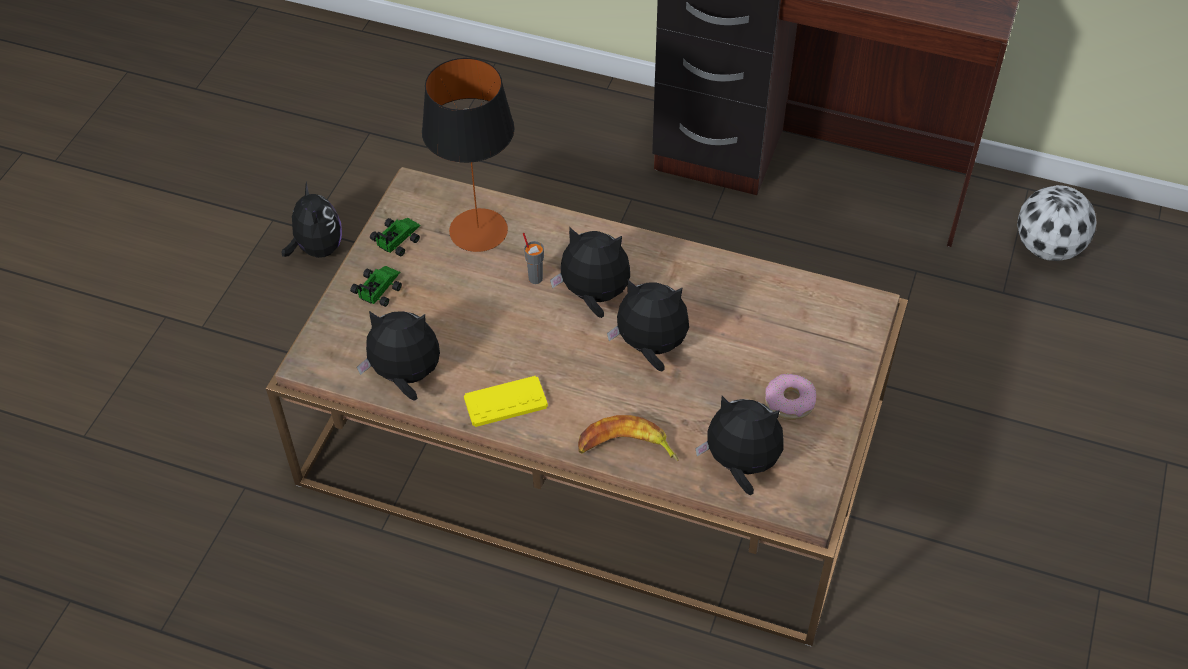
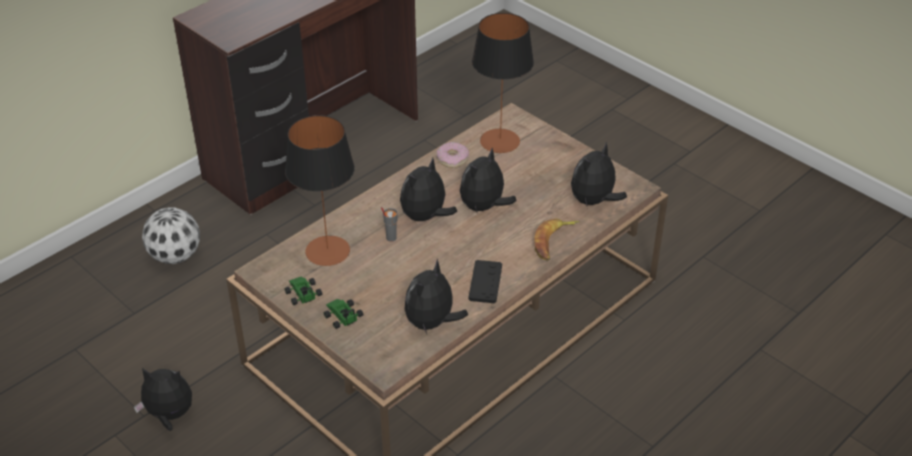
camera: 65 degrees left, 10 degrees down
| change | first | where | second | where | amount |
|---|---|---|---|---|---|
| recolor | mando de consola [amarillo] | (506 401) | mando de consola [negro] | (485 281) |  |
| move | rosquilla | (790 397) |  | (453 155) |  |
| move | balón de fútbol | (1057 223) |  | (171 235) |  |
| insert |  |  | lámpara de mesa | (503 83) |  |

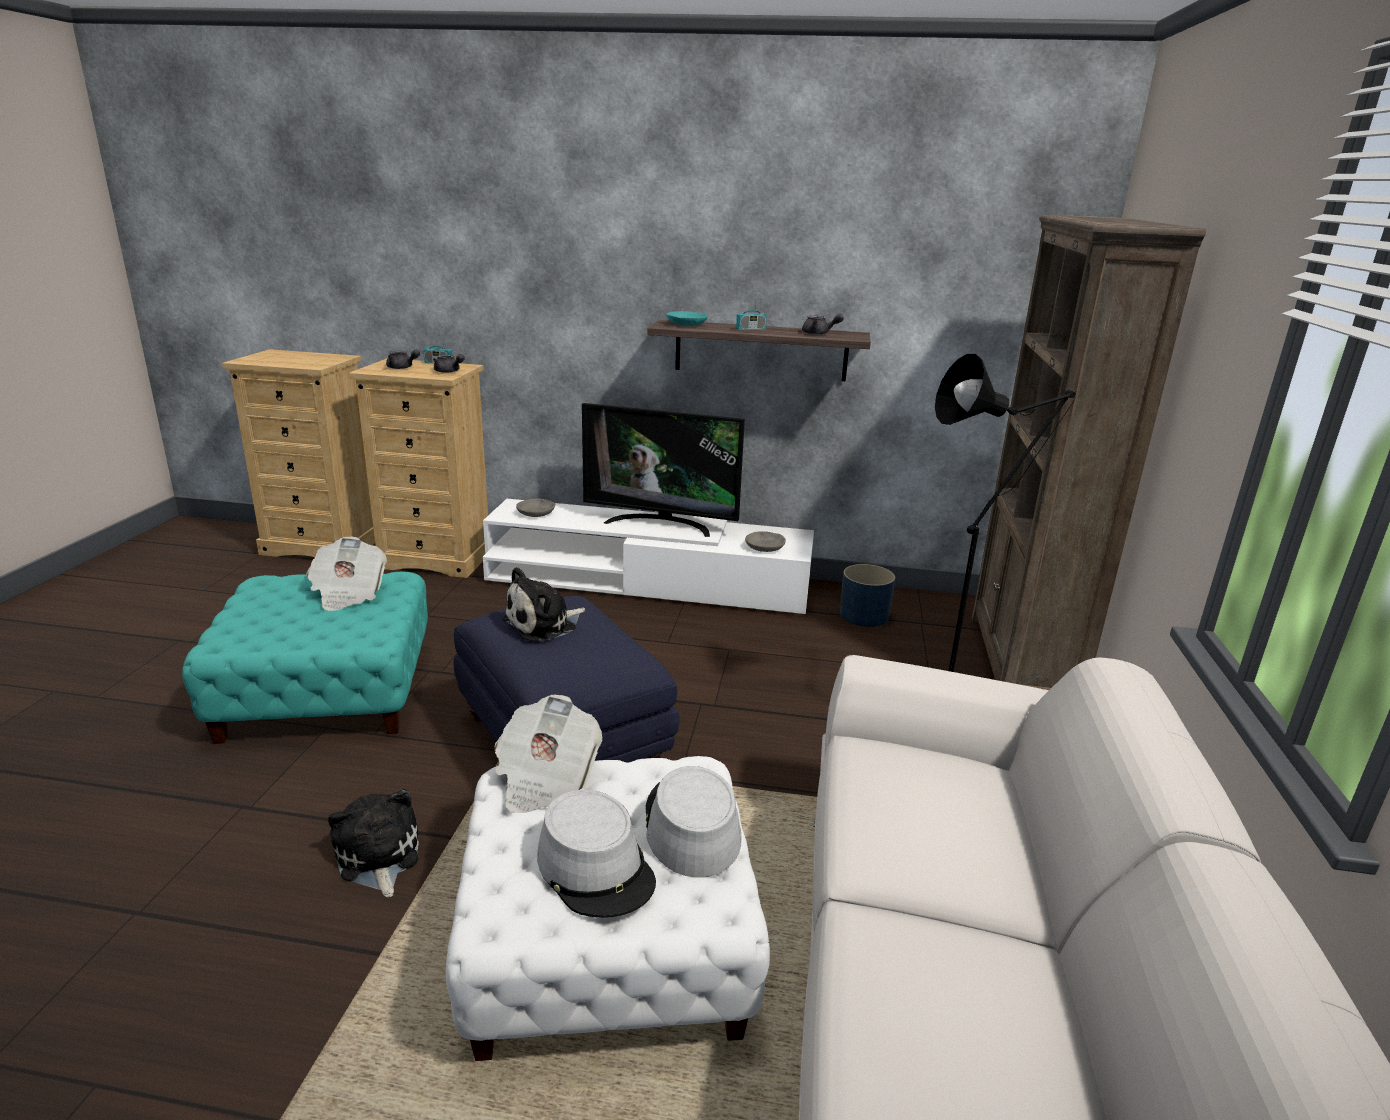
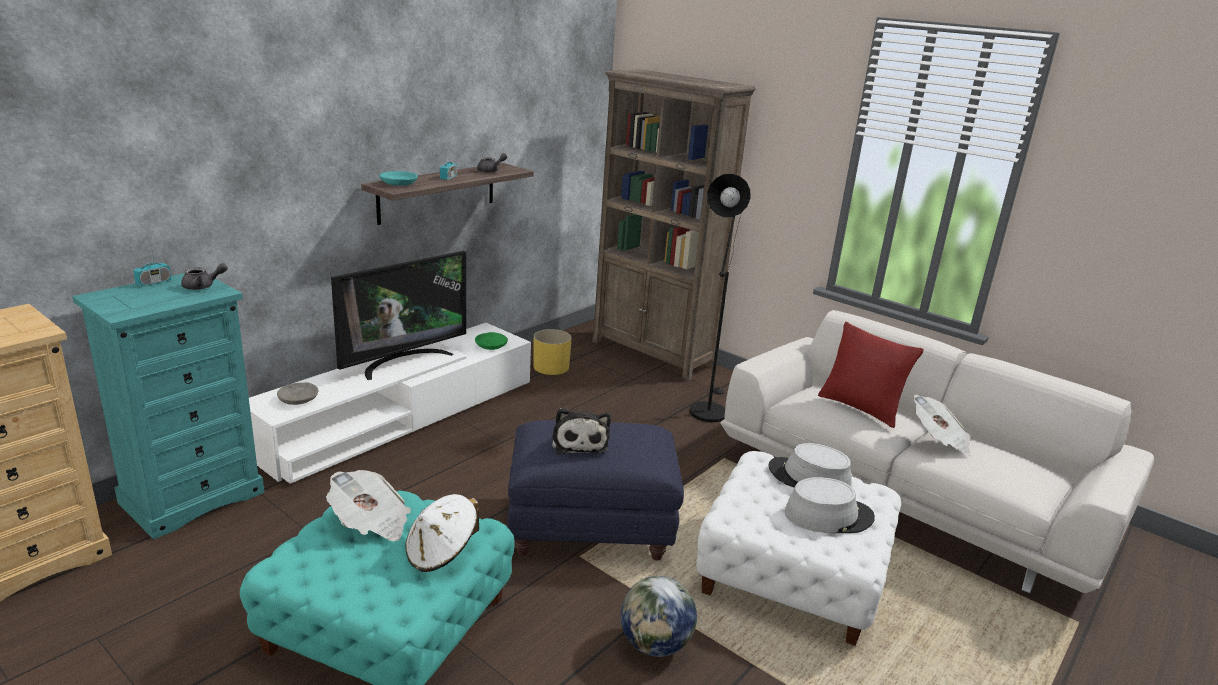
camera: 60 degrees left, 0 degrees up
| change | first | where | second | where | amount |
|---|---|---|---|---|---|
| replace | peluche | (373 843) | globo terráqueo | (659 616) |  |
| recolor | cómoda [beis] | (418 468) | cómoda [turquesa] | (168 406) |  |
| delete | tetera [gris] | (403 359) |  |  |  |
| move | periódico | (548 754) |  | (941 425) |  |
| recolor | cuenco [gris] | (765 542) | cuenco [verde] | (491 341) |  |
| recolor | maceta [azul] | (867 595) | maceta [amarillo] | (552 352) |  |
| insert |  |  | sombrero [blanco] | (442 533) |  |
| insert |  |  | cojín [rojo] | (871 375) |  |

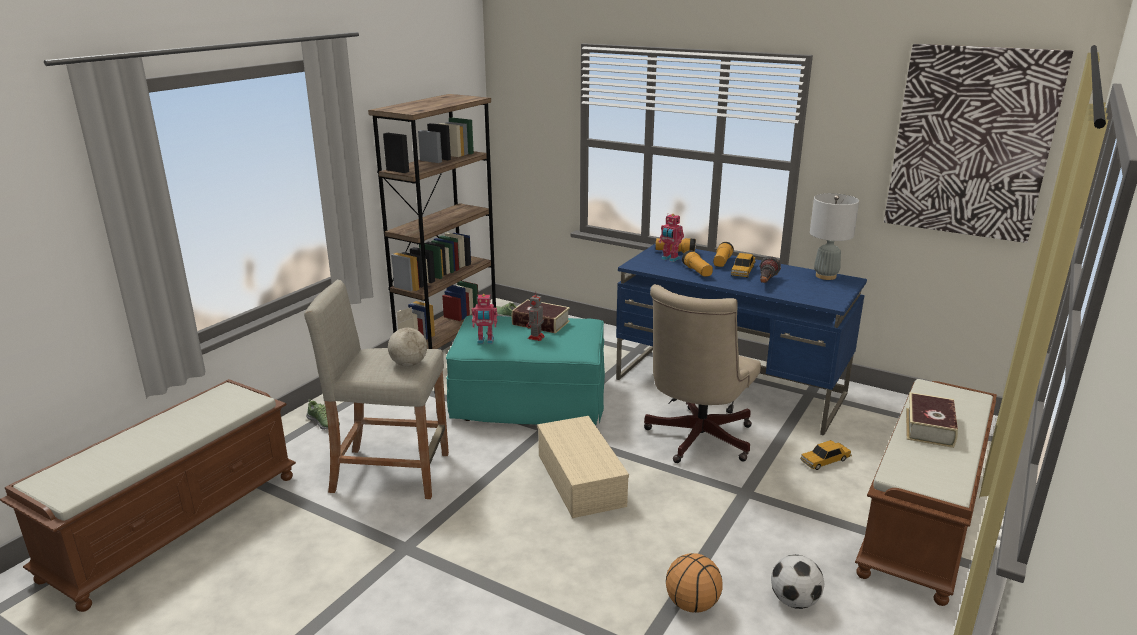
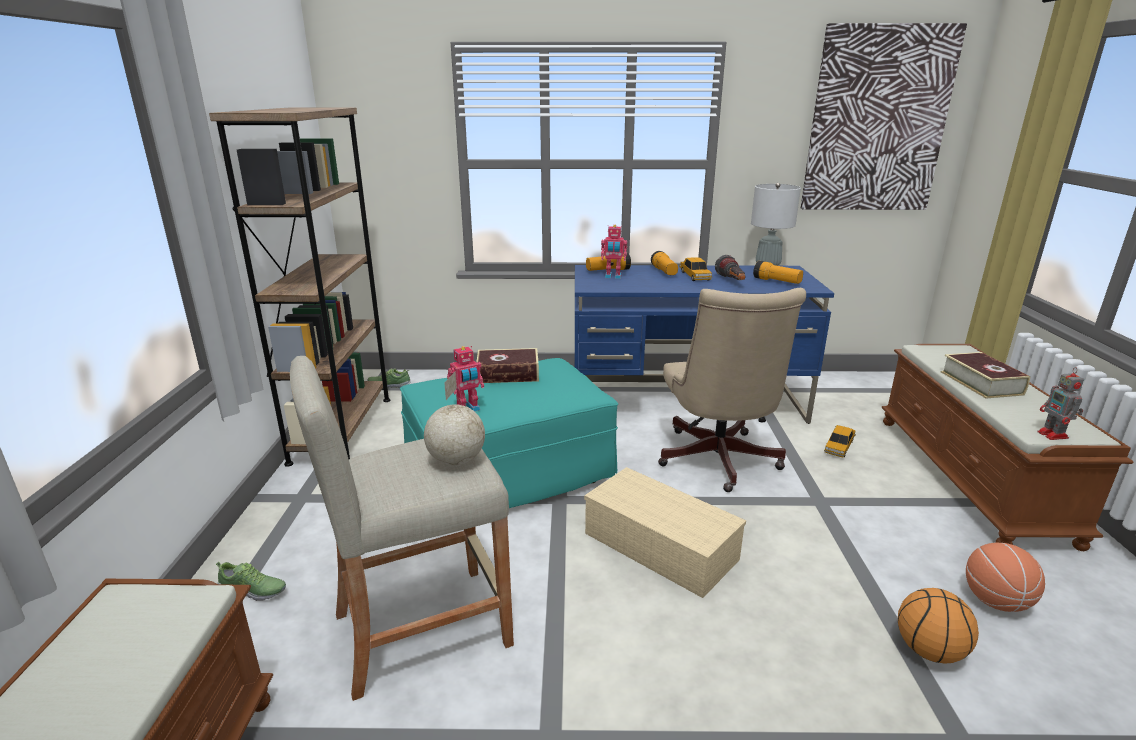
camera: 30 degrees left, 0 degrees up
| change | first | where | second | where | amount |
|---|---|---|---|---|---|
| move | robot de juguete | (535 316) |  | (1060 403) |  |
| move | linterna | (697 263) |  | (778 272) |  |
| replace | balón de fútbol | (797 582) | balón de baloncesto | (1005 577) |  |

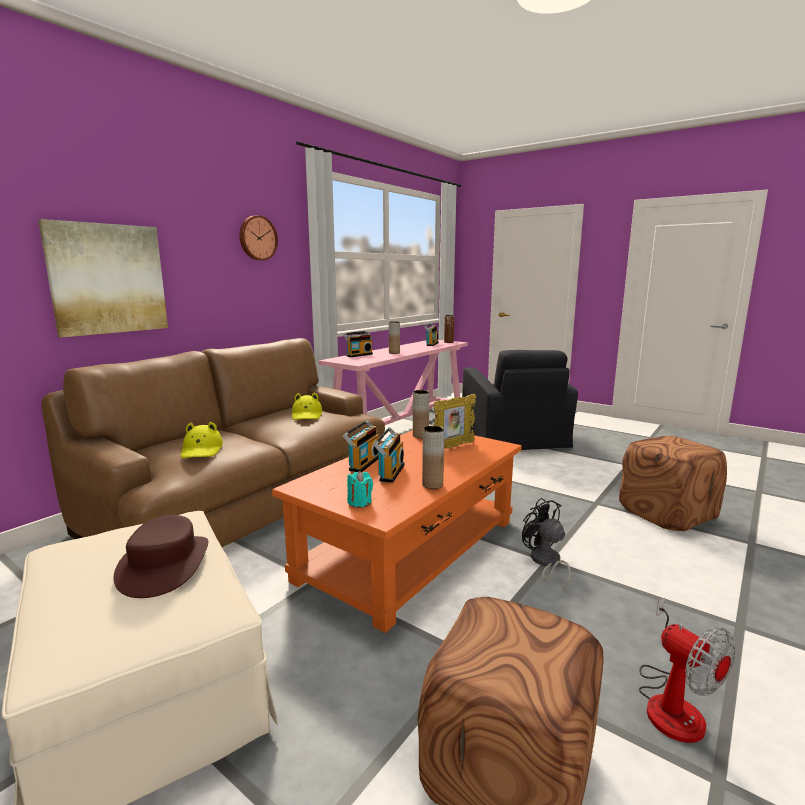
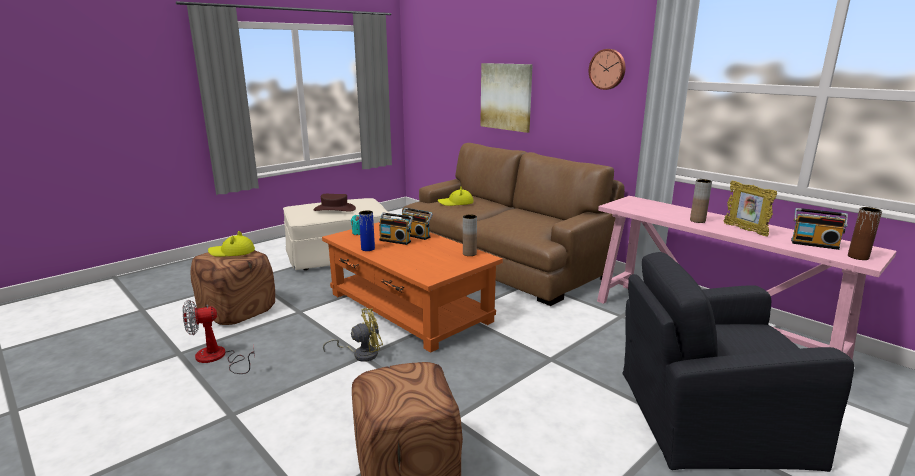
camera: 100 degrees right, 5 degrees up
| change | first | where | second | where | amount |
|---|---|---|---|---|---|
| move | sombrero [amarillo] | (307 406) |  | (231 244) |  |
| delete | radio | (358 344) |  |  |  |
| recolor | florero [marrón] | (433 457) | florero [azul] | (367 230) |  |
| move | portarretratos | (454 421) |  | (750 209) |  |
| recolor | ventilador [negro] | (546 544) | ventilador [amarillo] | (353 335) |  |

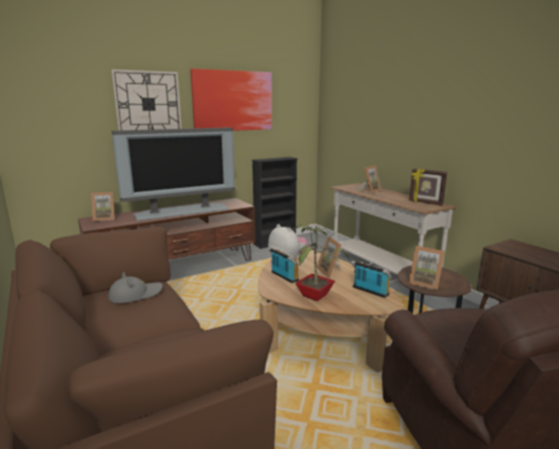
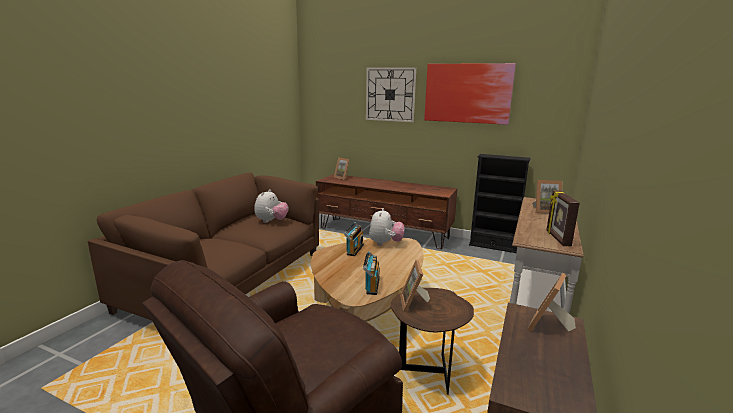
camera: 55 degrees right, 0 degrees up
| change | first | where | second | where | amount |
|---|---|---|---|---|---|
| replace | sombrero [gris] | (135 287) | peluche | (272 206) |  |
| delete | televisor | (173 174) |  |  |  |
| delete | planta en maceta | (321 262) |  |  |  |
| move | portarretratos | (329 257) |  | (551 302) |  |

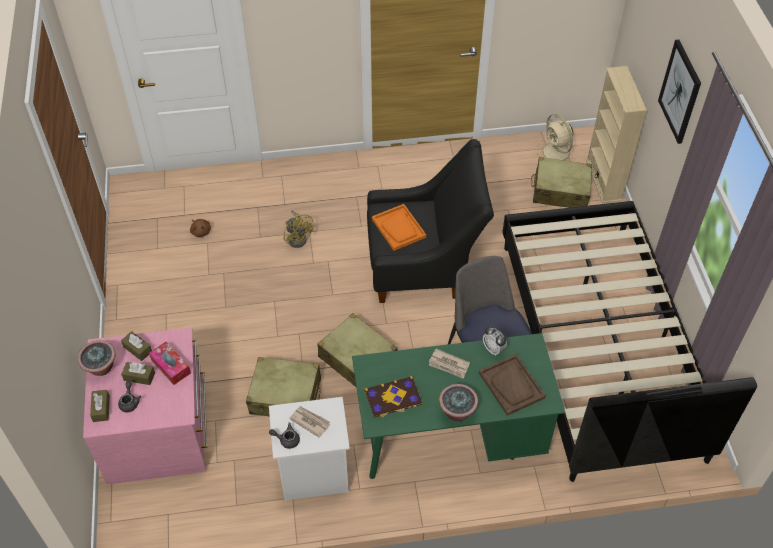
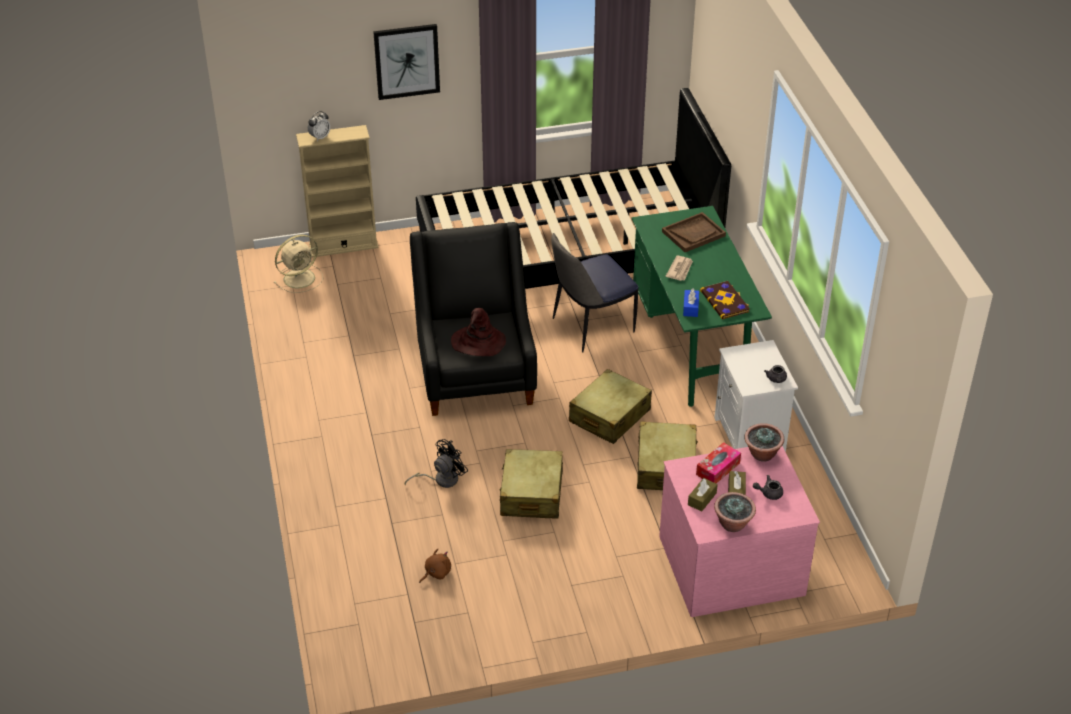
camera: 95 degrees left, 10 degrees down
| change | first | where | second | where | amount |
|---|---|---|---|---|---|
| delete | caja de pañuelos [marrón] | (100 406) |  |  |  |
| recolor | ventilador [amarillo] | (298 229) | ventilador [negro] | (436 463) |  |
| delete | periódico | (310 422) |  |  |  |
| replace | bandeja [naranja] | (399 227) | sombrero [marrón] | (478 332) |  |
| move | planta en maceta | (458 403) |  | (764 442) |  |
| move | despertador | (495 341) |  | (319 126) |  |
| move | maleta [beis] | (561 182) |  | (531 483) |  |
| insert |  |  | caja de pañuelos [azul] | (691 302) |  |

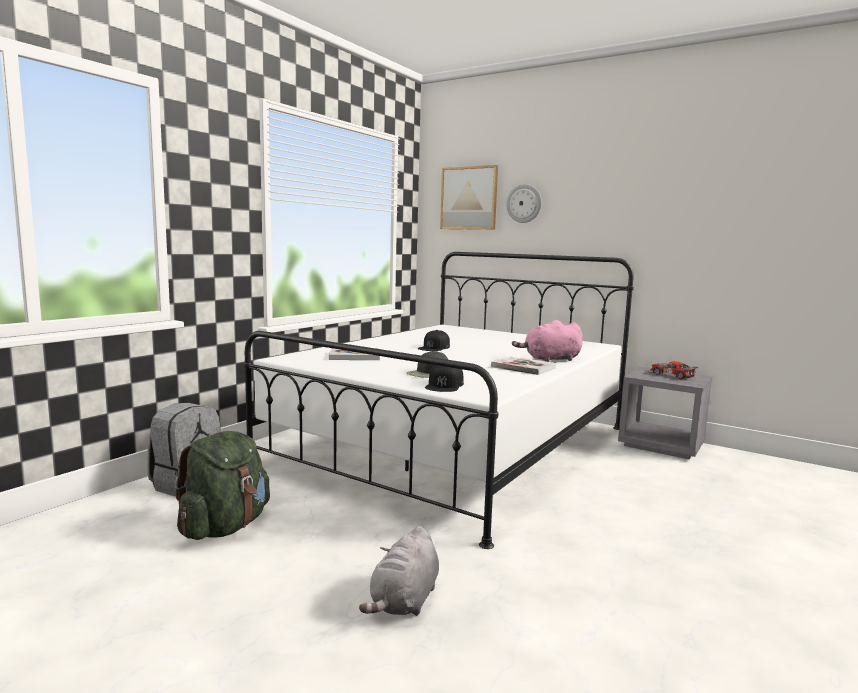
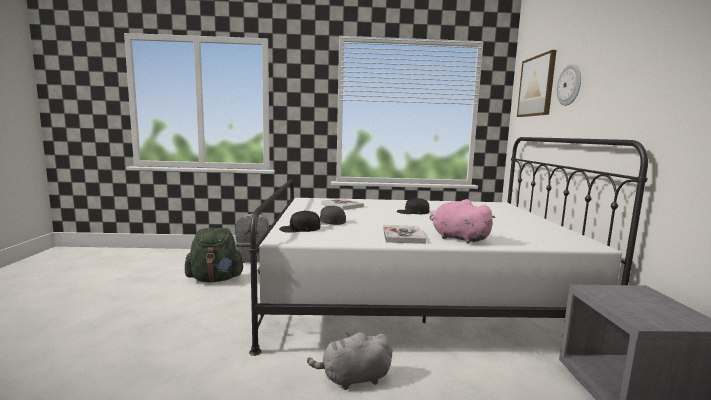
camera: 55 degrees right, 0 degrees up
| change | first | where | second | where | amount |
|---|---|---|---|---|---|
| move | peluche [gris] | (399 571) |  | (349 361) |  |
| delete | coche de juguete | (673 370) |  |  |  |

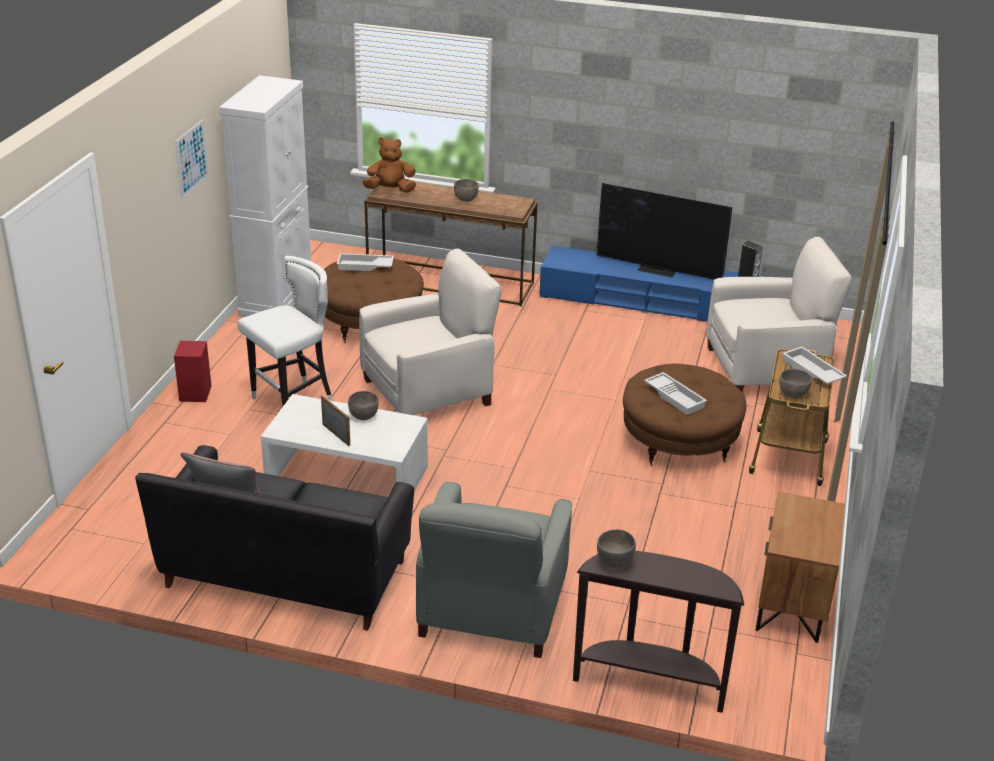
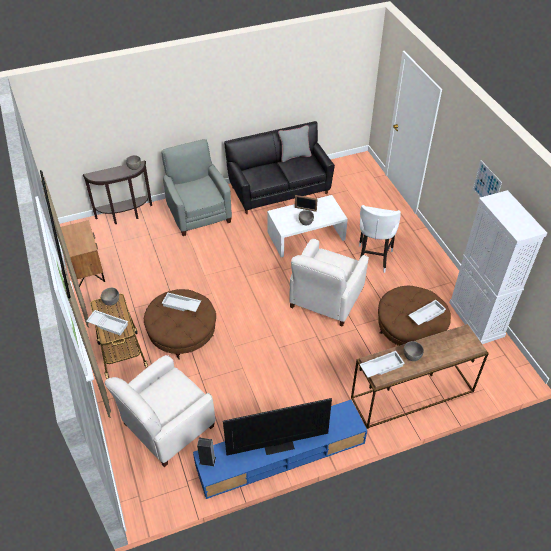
camera: 145 degrees right, 15 degrees up
| change | first | where | second | where | amount |
|---|---|---|---|---|---|
| delete | altavoz [rojo] | (192 371) |  |  |  |
| delete | peluche [marrón] | (389 165) |  |  |  |
| insert |  |  | bandeja [blanco] | (382 364) |  |

